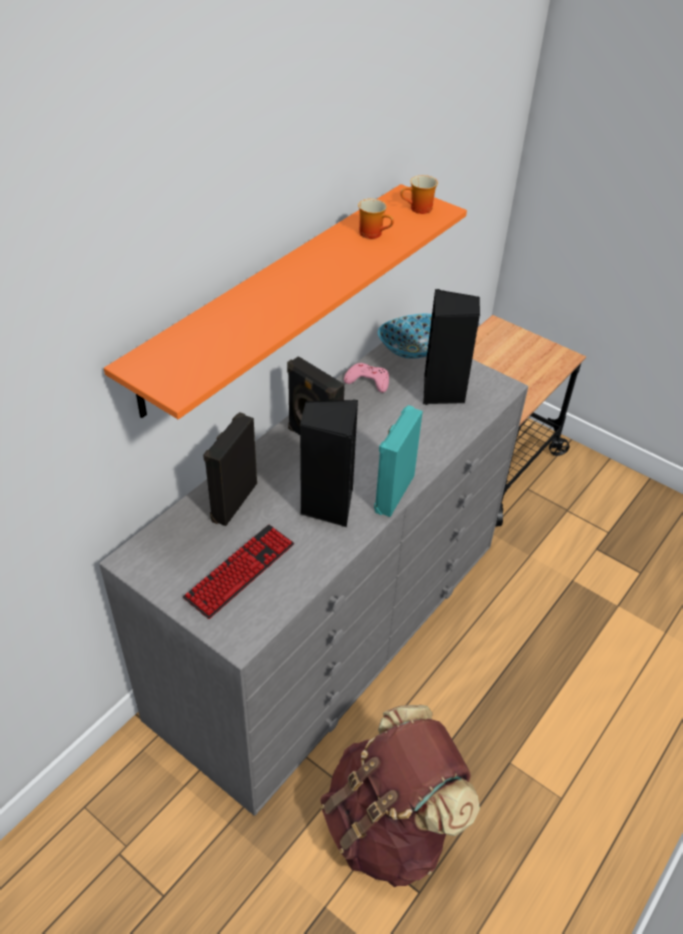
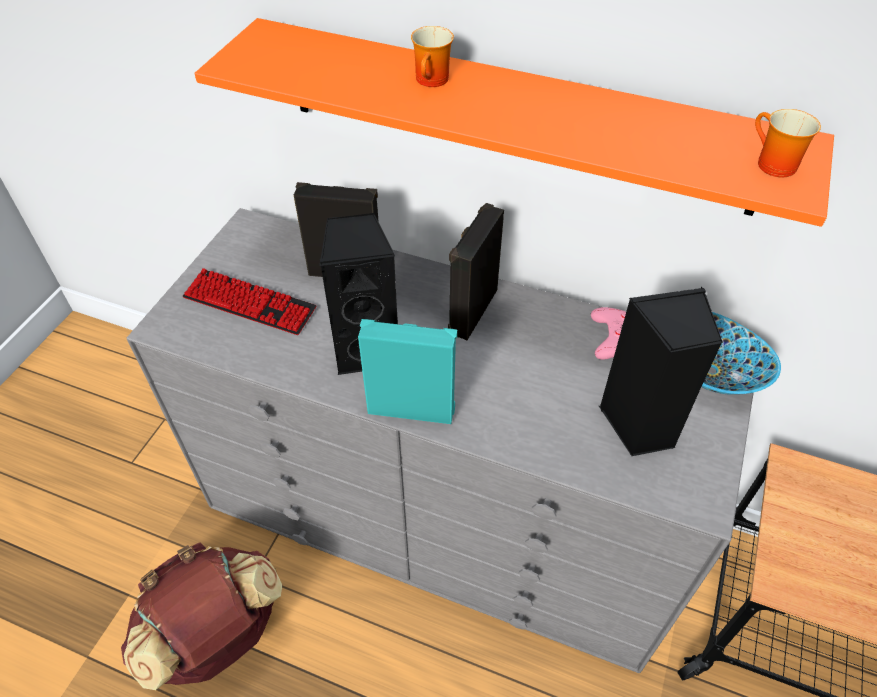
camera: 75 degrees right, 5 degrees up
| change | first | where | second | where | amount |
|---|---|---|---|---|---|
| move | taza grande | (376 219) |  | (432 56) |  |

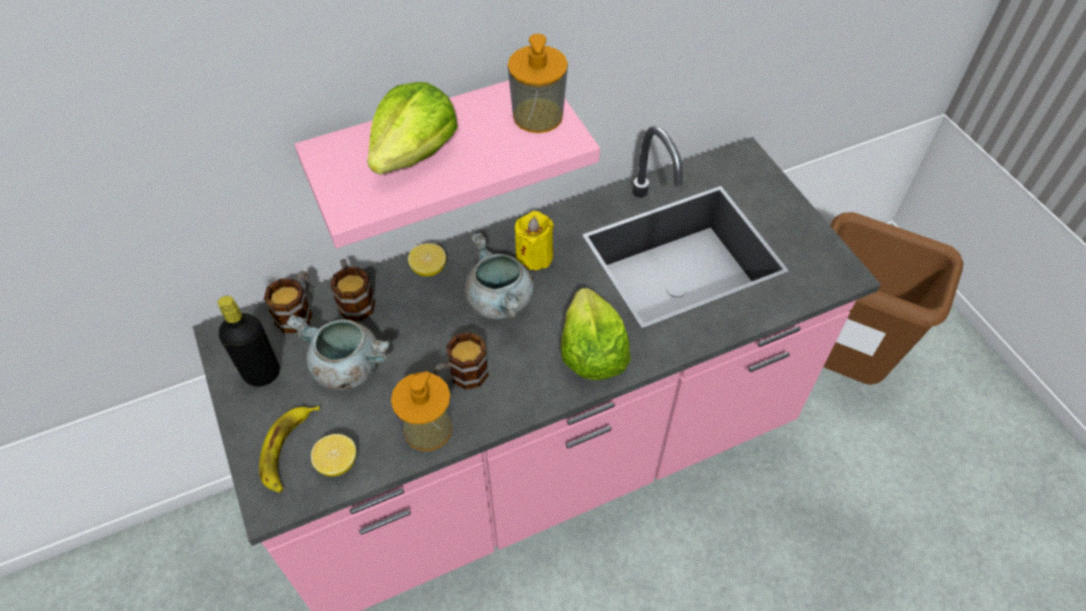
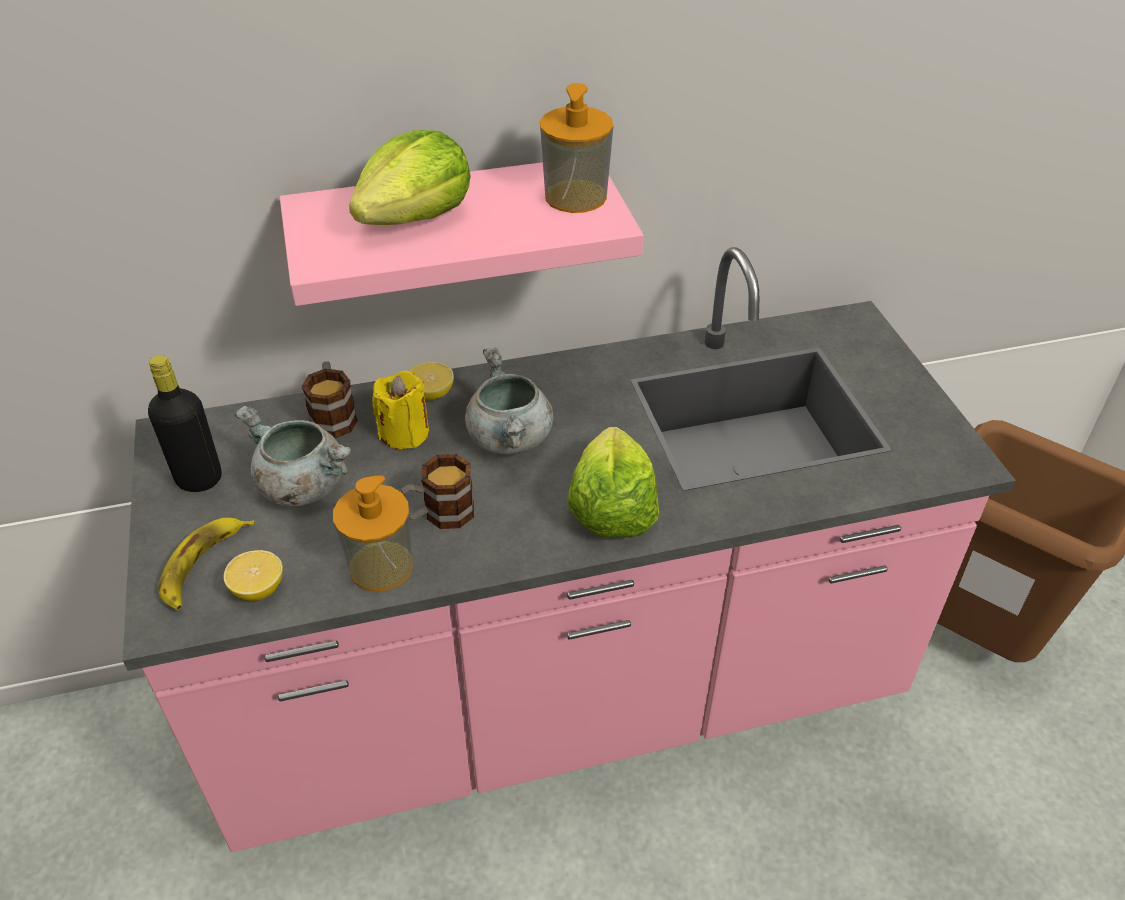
camera: 10 degrees right, 10 degrees down
| change | first | where | second | where | amount |
|---|---|---|---|---|---|
| delete | taza grande | (288 302) |  |  |  |
| move | vela [amarillo] | (534 240) |  | (400 409) |  |

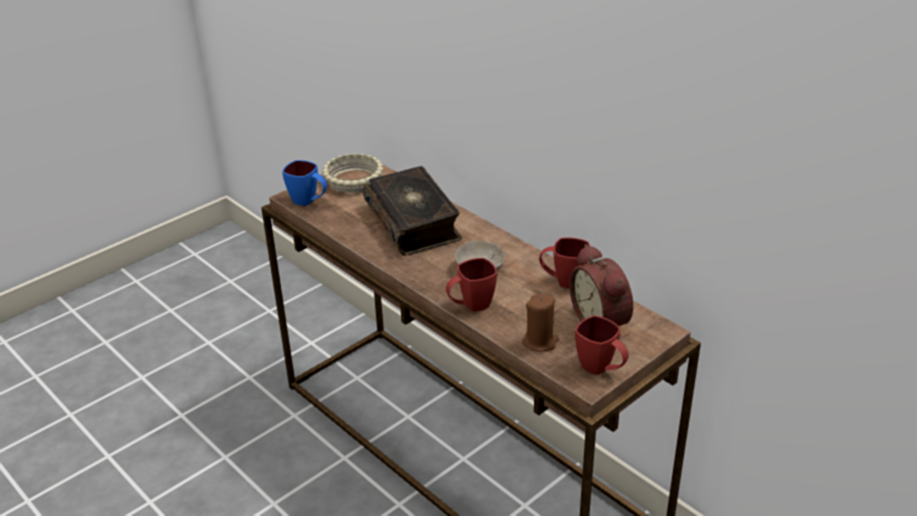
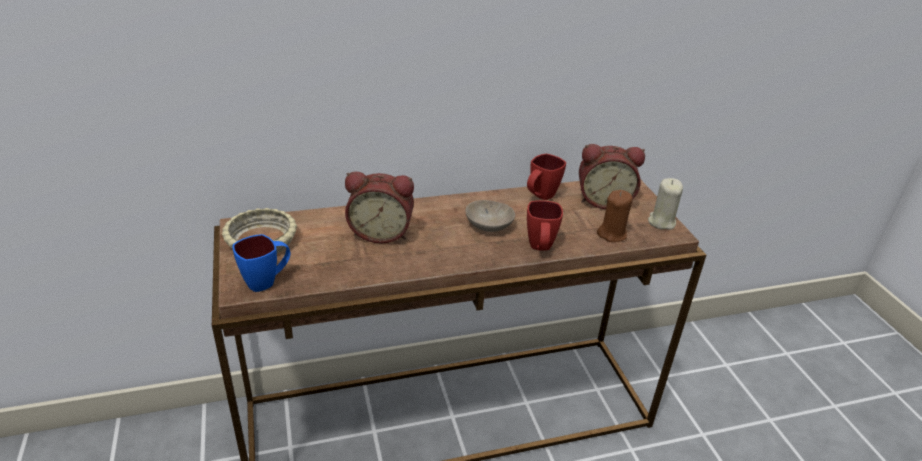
camera: 65 degrees left, 0 degrees up
| change | first | where | second | where | amount |
|---|---|---|---|---|---|
| replace | libro | (412 211) | despertador | (379 207) |  |
| replace | taza grande [rojo] | (602 345) | vela [beis] | (665 204) |  |

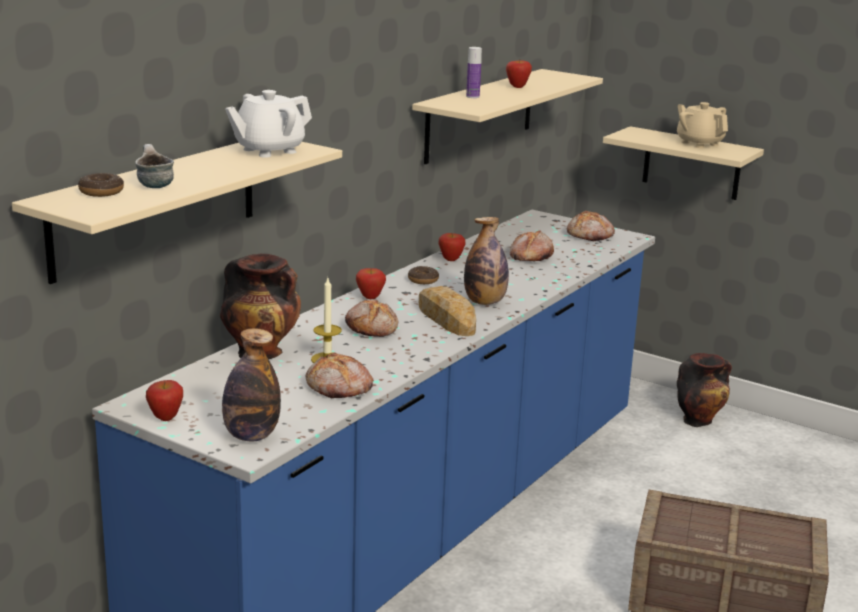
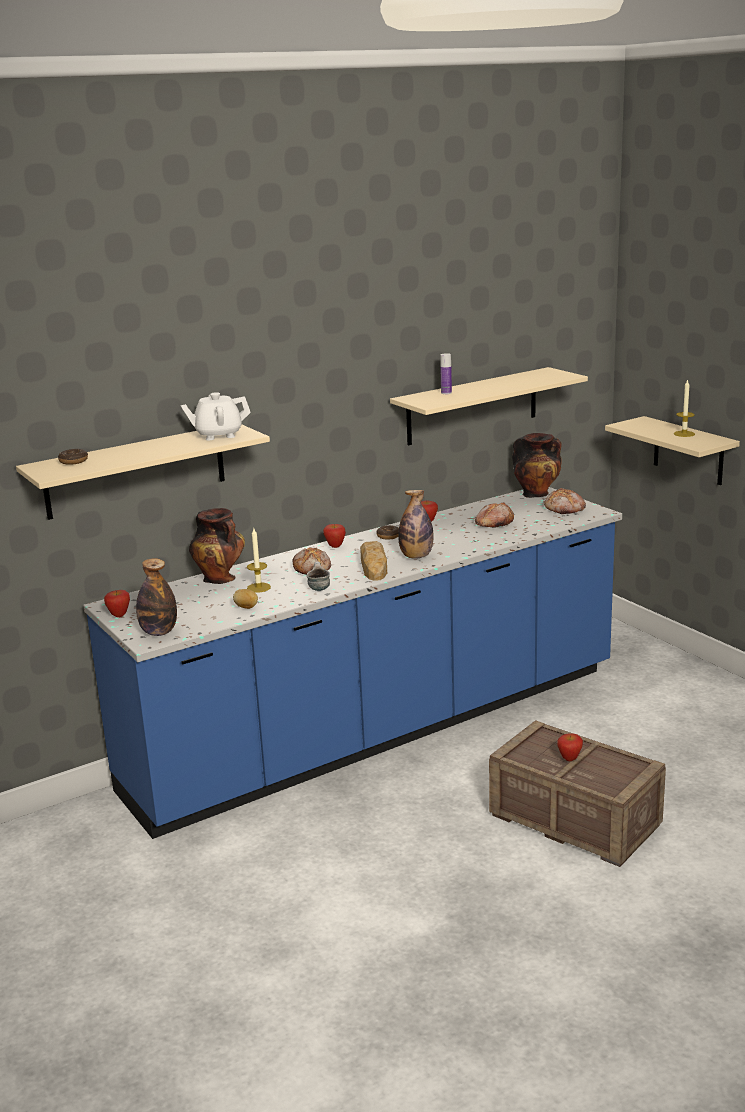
camera: 25 degrees right, 0 degrees up
| change | first | where | second | where | amount |
|---|---|---|---|---|---|
| move | taza grande | (154 166) |  | (318 576) |  |
| replace | pan | (340 375) | patata | (245 599) |  |
| move | manzana | (519 74) |  | (570 747) |  |
| replace | tetera [beis] | (702 125) | vela | (684 408) |  |
| move | florero | (704 390) |  | (537 465) |  |

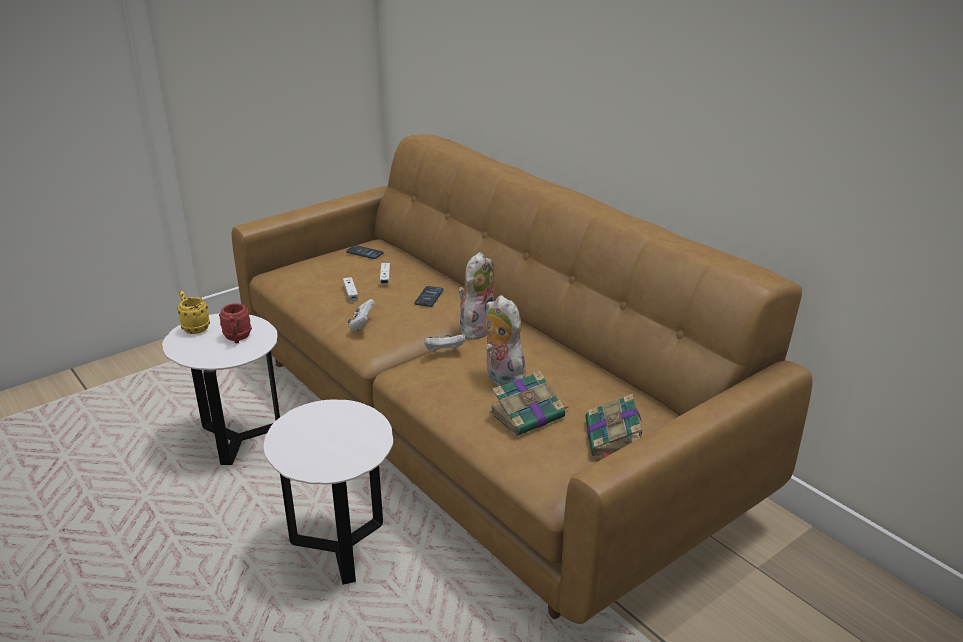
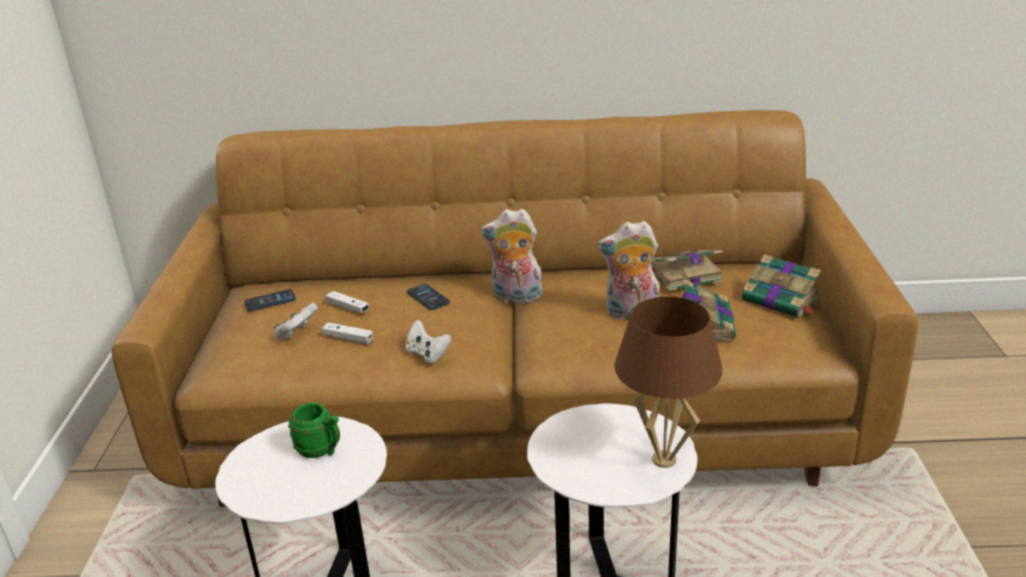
camera: 50 degrees left, 0 degrees up
| change | first | where | second | where | amount |
|---|---|---|---|---|---|
| delete | taza grande [amarillo] | (193 312) |  |  |  |
| recolor | taza grande [rojo] | (235 323) | taza grande [verde] | (314 430) |  |
| move | mando de consola [blanco] | (444 343) |  | (296 321) |  |
| rotate | peluche | (476 296) |  | (512 256) | 60 degrees counterclockwise |
| insert |  |  | lámpara de mesa [marrón] | (669 382) |  |
| insert |  |  | libro | (687 270) |  |

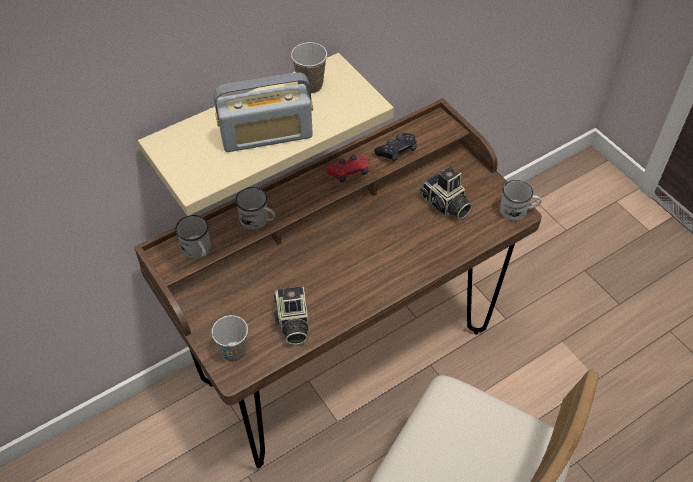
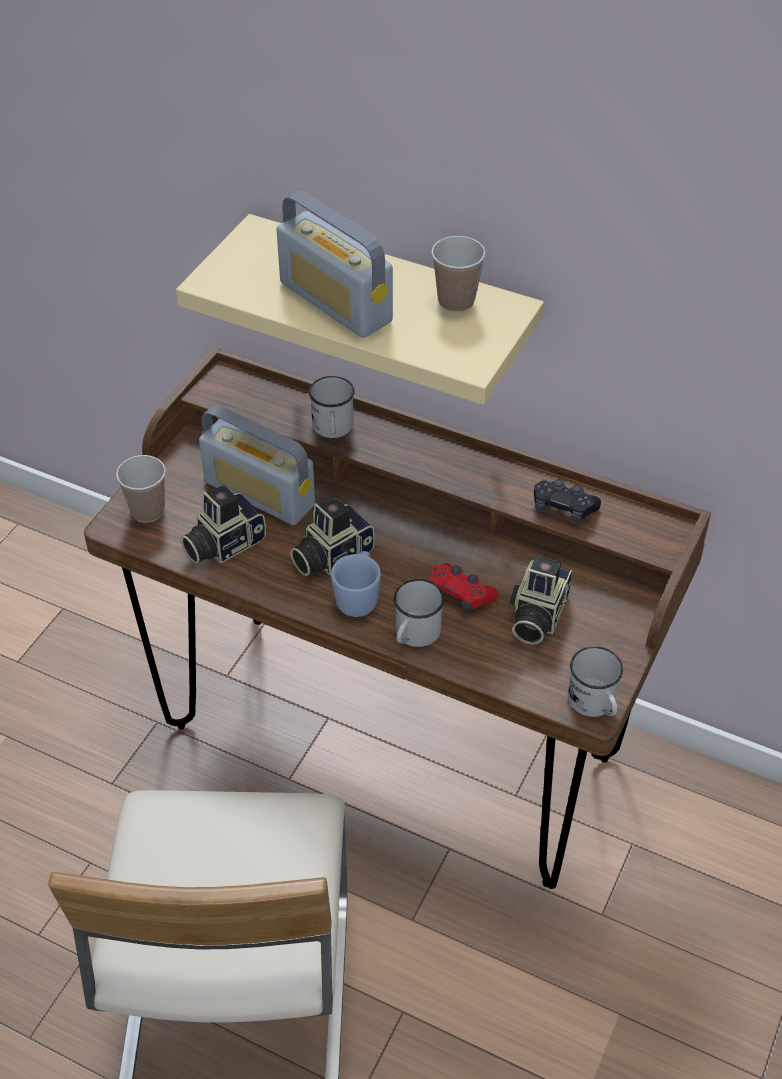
camera: 60 degrees right, 5 degrees down
| change | first | where | second | where | amount |
|---|---|---|---|---|---|
| move | taza grande [blanco] | (193 237) |  | (419 613) |  |
| move | mando de consola [rojo] | (347 168) |  | (464 587) |  |
| insert |  |  | radio | (257 465) |  |
| insert |  |  | cámara | (332 536) |  |
| insert |  |  | taza grande [azul] | (356 584) |  |

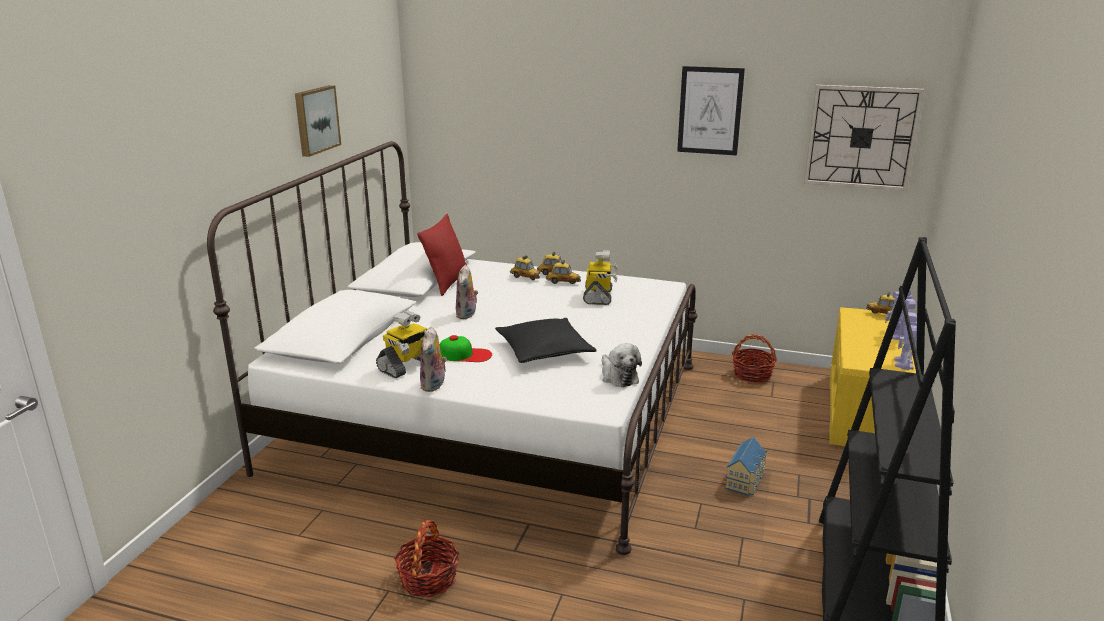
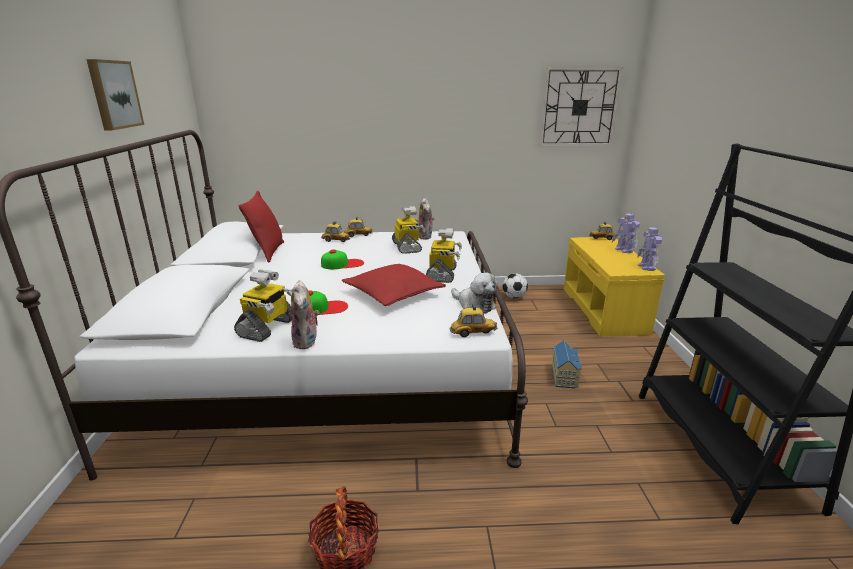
camera: 20 degrees left, 0 degrees up
| change | first | where | second | where | amount |
|---|---|---|---|---|---|
| move | peluche | (467 292) |  | (426 219) |  |
| recolor | cojín [negro] | (546 340) | cojín [rojo] | (394 285) |  |
| move | coche de juguete | (563 272) |  | (473 320) |  |
| delete | cuadro | (711 110) |  |  |  |
| replace | cesta | (754 358) | balón de fútbol | (515 285) |  |
| insert |  |  | gorra | (342 259) |  |
| insert |  |  | robot de juguete | (444 255) |  |

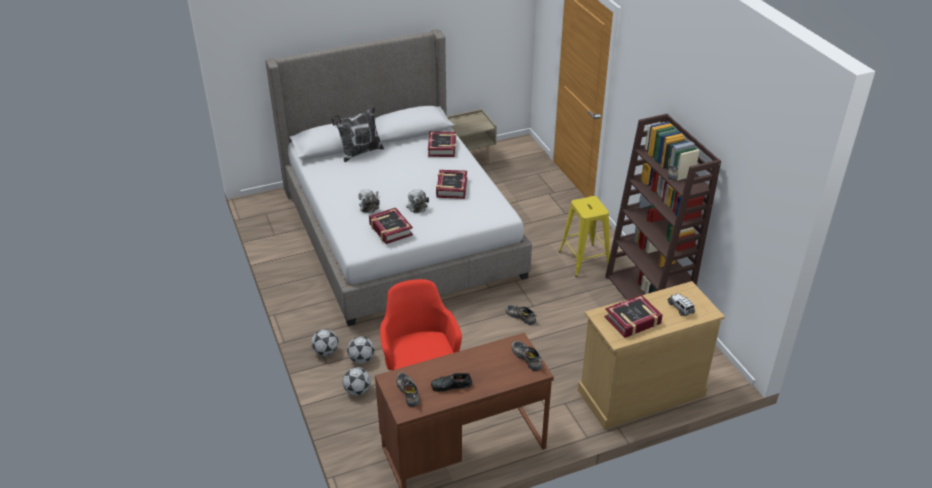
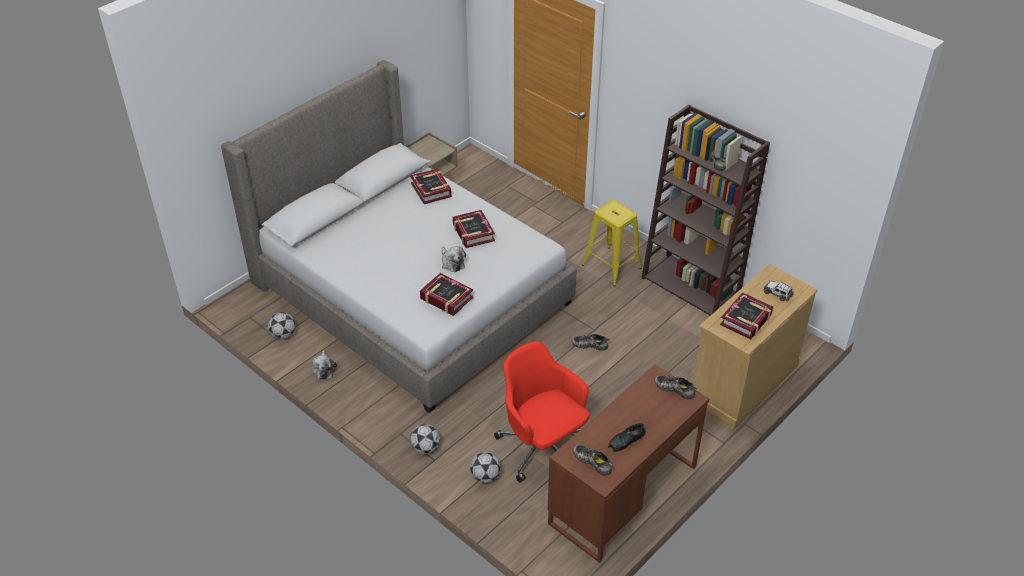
camera: 25 degrees left, 5 degrees up
| change | first | where | second | where | amount |
|---|---|---|---|---|---|
| delete | cojín | (357 134) |  |  |  |
| move | balón de fútbol | (361 350) |  | (281 325) |  |
| move | peluche | (369 201) |  | (324 365) |  |

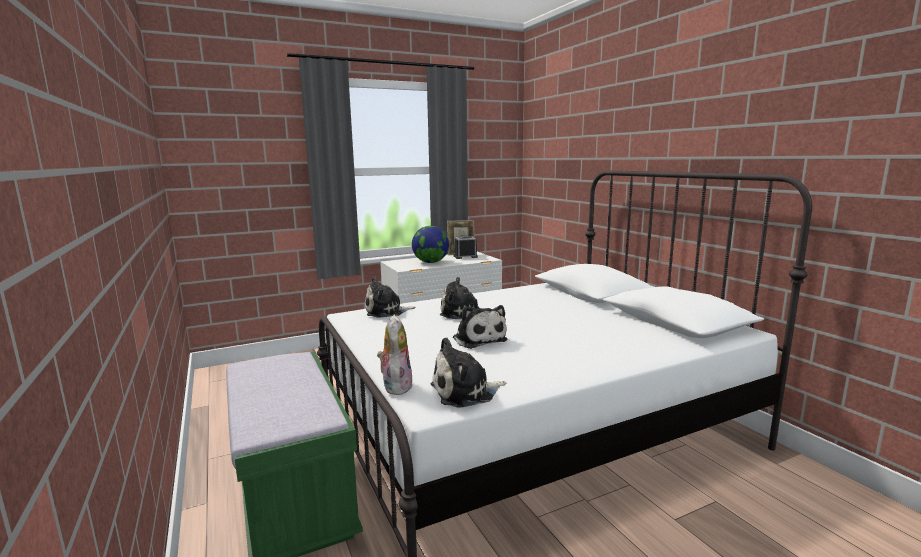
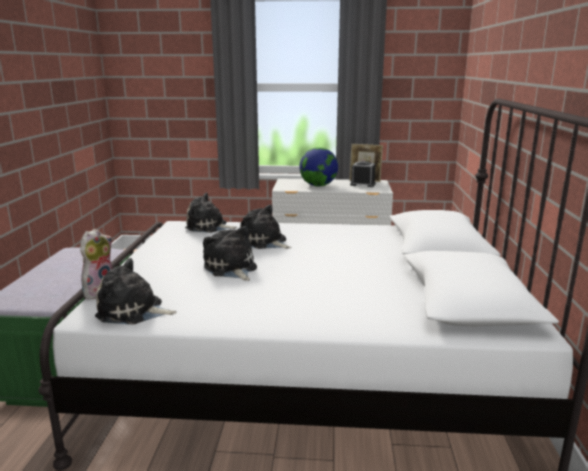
camera: 30 degrees right, 5 degrees up
| change | first | where | second | where | amount |
|---|---|---|---|---|---|
| rotate | peluche | (480 327) |  | (230 253) | 150 degrees clockwise |

